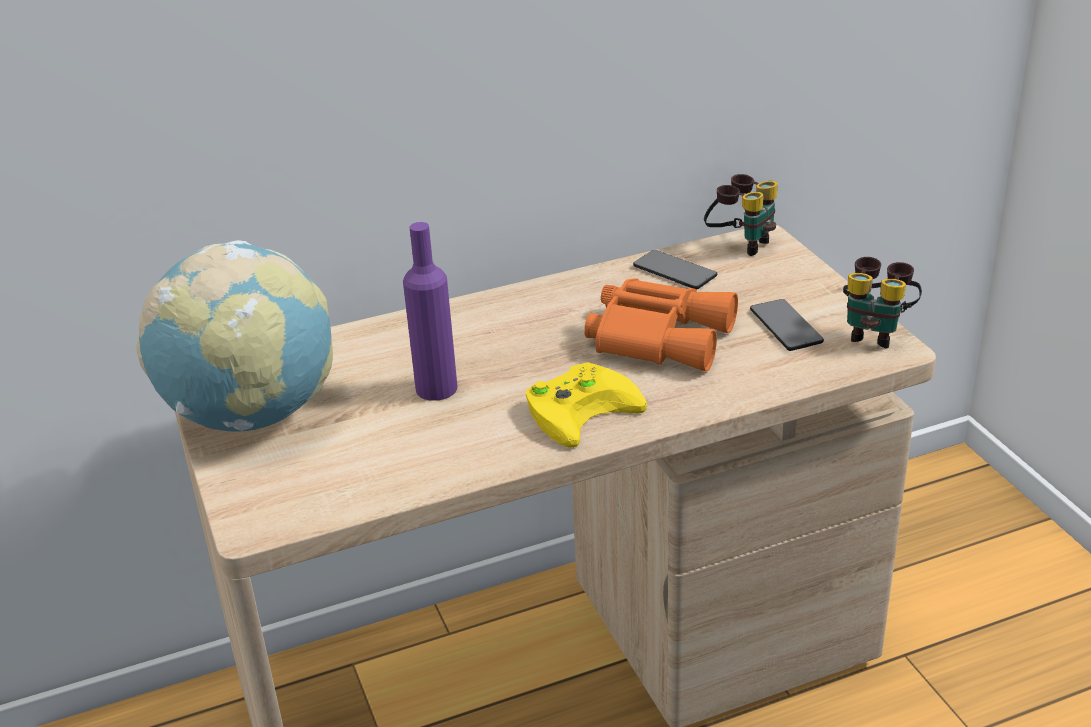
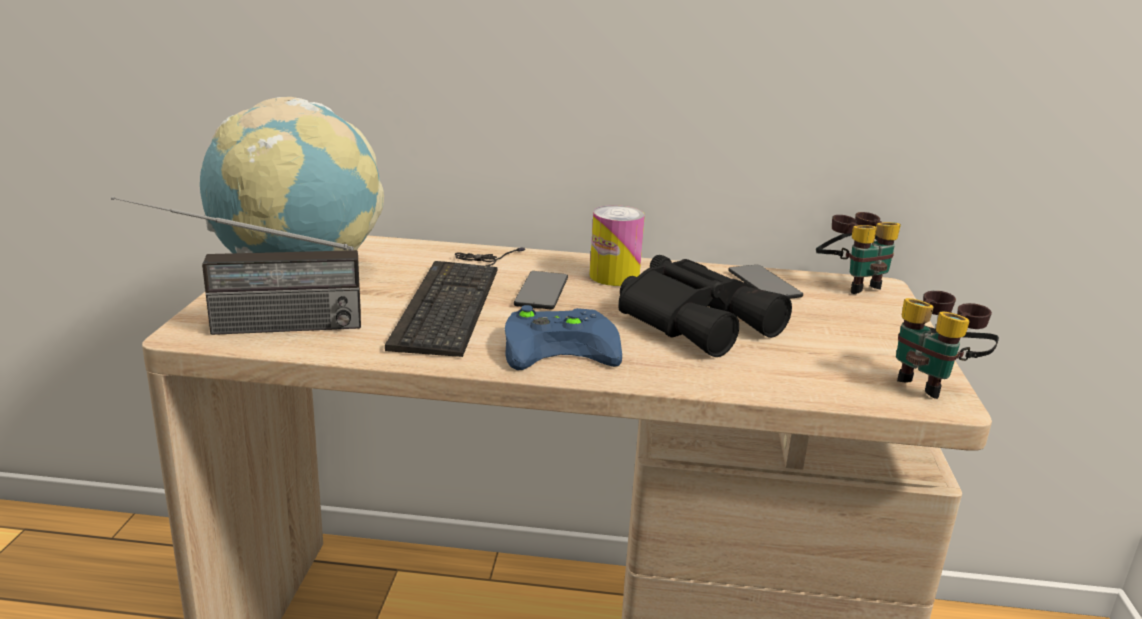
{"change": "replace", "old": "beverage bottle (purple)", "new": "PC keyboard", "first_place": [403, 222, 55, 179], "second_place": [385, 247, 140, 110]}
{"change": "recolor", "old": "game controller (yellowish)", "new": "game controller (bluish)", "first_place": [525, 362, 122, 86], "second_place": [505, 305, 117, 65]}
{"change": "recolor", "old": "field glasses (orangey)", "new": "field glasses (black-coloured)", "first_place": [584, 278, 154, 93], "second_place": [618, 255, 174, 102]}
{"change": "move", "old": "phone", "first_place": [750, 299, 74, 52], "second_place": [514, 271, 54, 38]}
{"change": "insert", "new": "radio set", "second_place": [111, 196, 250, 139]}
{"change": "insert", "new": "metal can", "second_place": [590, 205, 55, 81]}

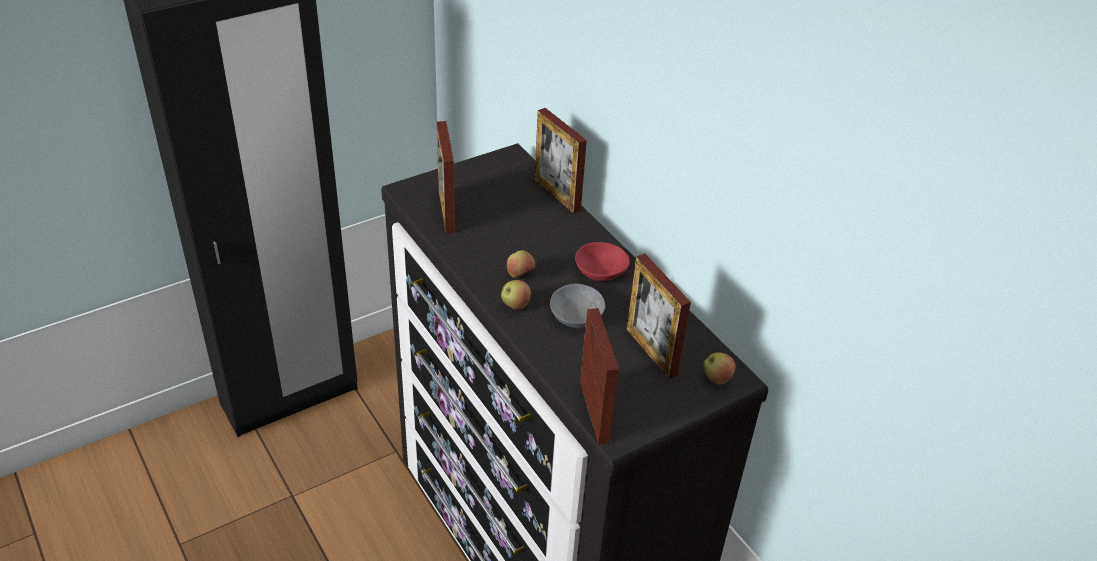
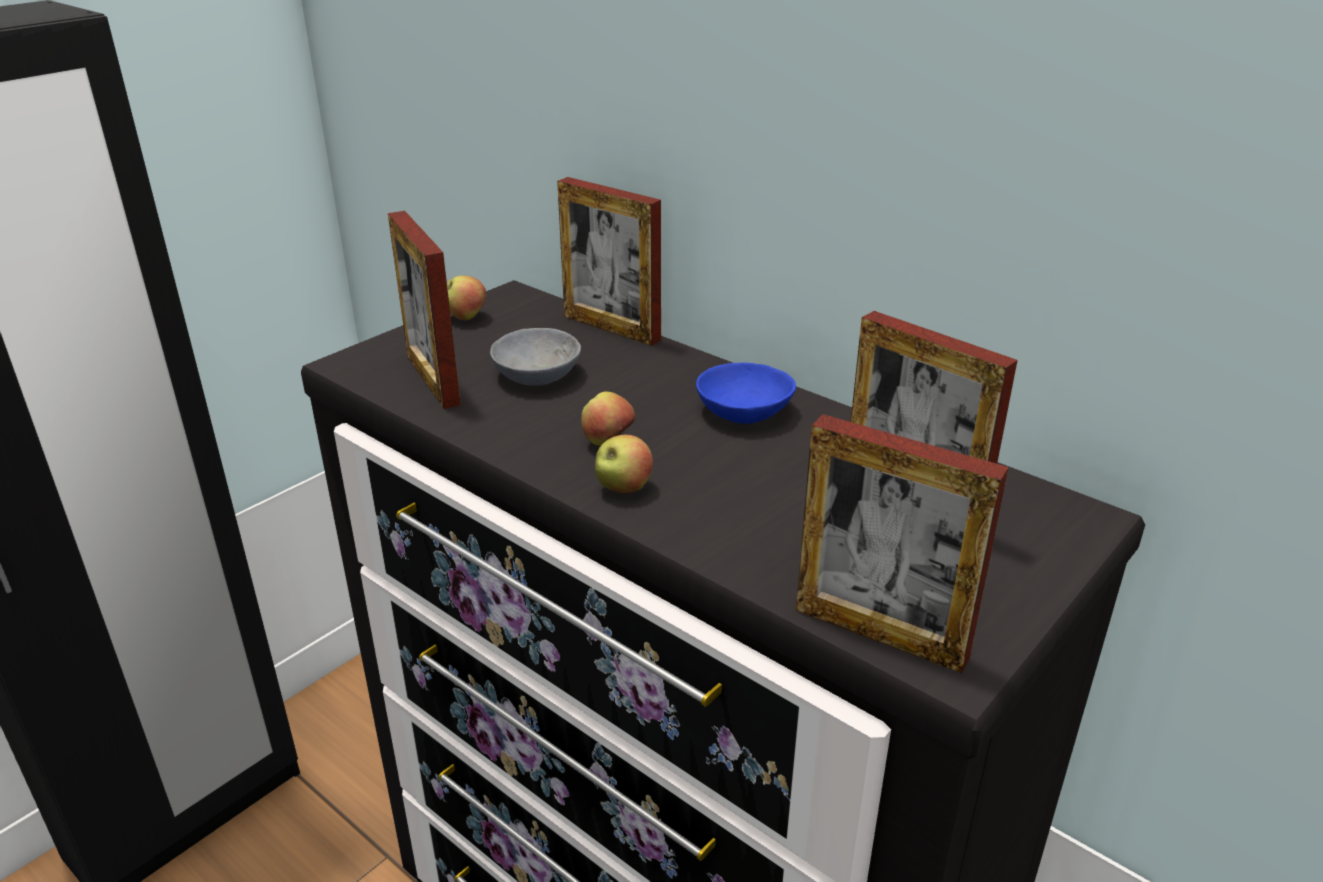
{"change": "move", "old": "deep dish (gray)", "first_place": [550, 284, 56, 44], "second_place": [490, 328, 91, 58]}
{"change": "recolor", "old": "deep dish (red-coloured)", "new": "deep dish (bluish)", "first_place": [575, 242, 55, 39], "second_place": [696, 362, 100, 62]}
{"change": "rotate", "old": "standing frame", "first_place": [580, 308, 39, 137], "second_place": [796, 414, 213, 259], "degrees": 150}
{"change": "move", "old": "whole apple", "first_place": [704, 352, 32, 33], "second_place": [447, 276, 39, 45]}

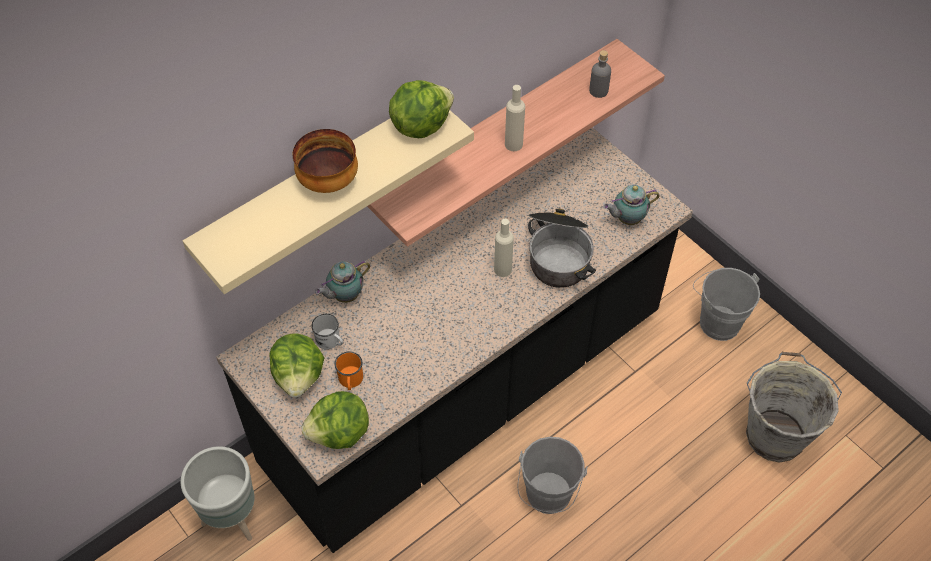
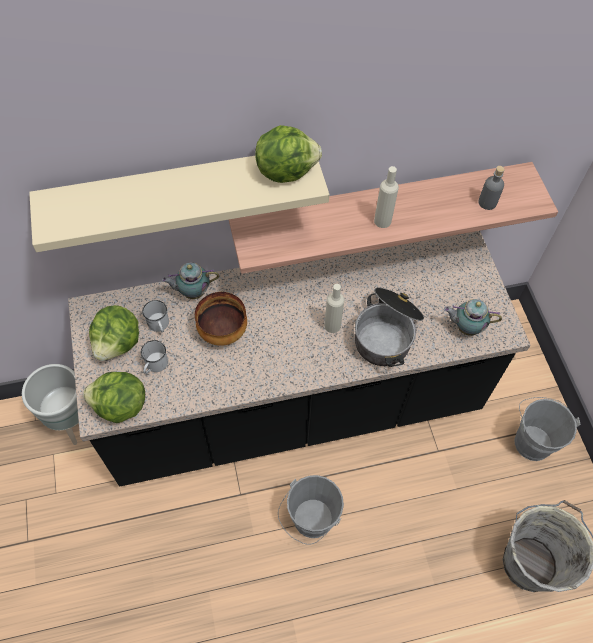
{"change": "move", "old": "deep dish", "first_place": [293, 129, 65, 64], "second_place": [195, 292, 52, 54]}
{"change": "recolor", "old": "coffee mug (orangey)", "new": "coffee mug (whitish)", "first_place": [335, 351, 28, 39], "second_place": [141, 340, 27, 34]}

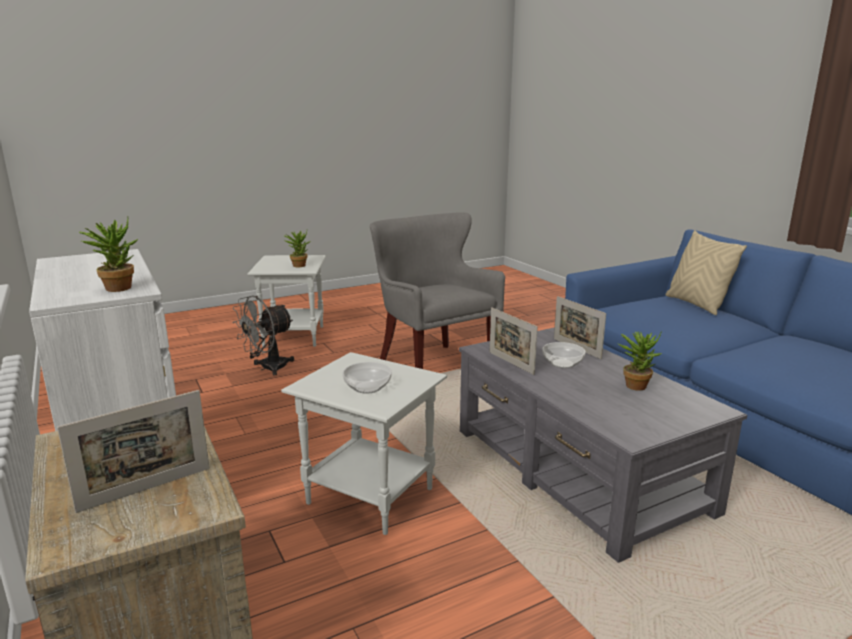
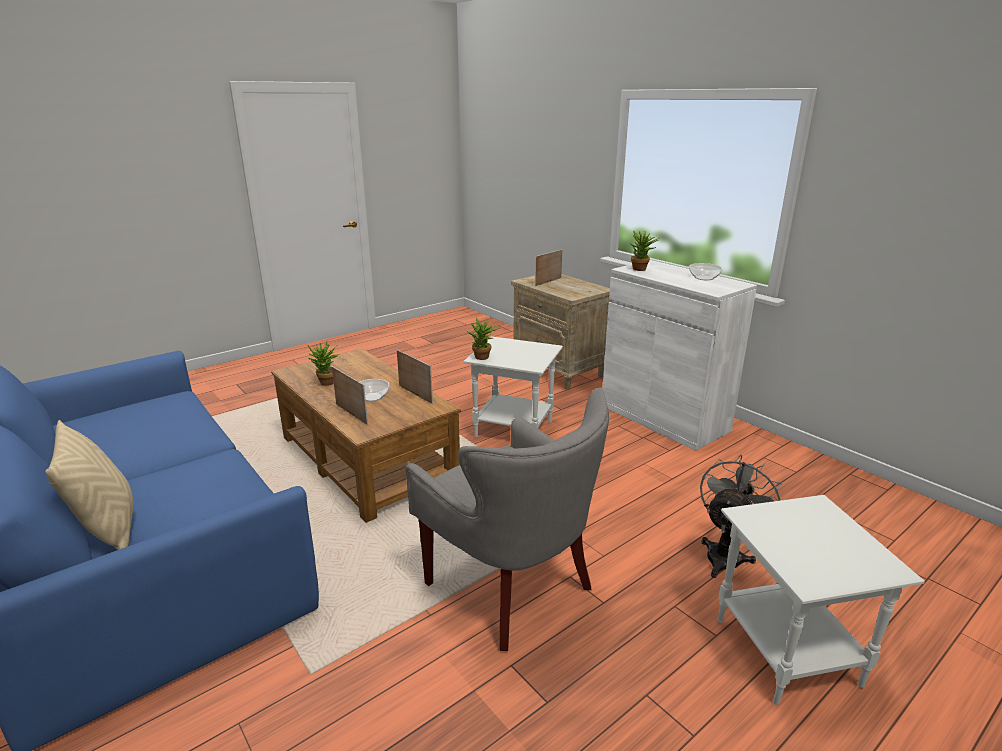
{"change": "move", "old": "potted plant", "first_place": [284, 231, 26, 36], "second_place": [468, 317, 31, 43]}
{"change": "move", "old": "deep dish", "first_place": [342, 362, 50, 32], "second_place": [689, 263, 33, 17]}
{"change": "recolor", "old": "coffee table (gray)", "new": "coffee table (brownish)", "first_place": [459, 327, 288, 236], "second_place": [271, 348, 190, 175]}

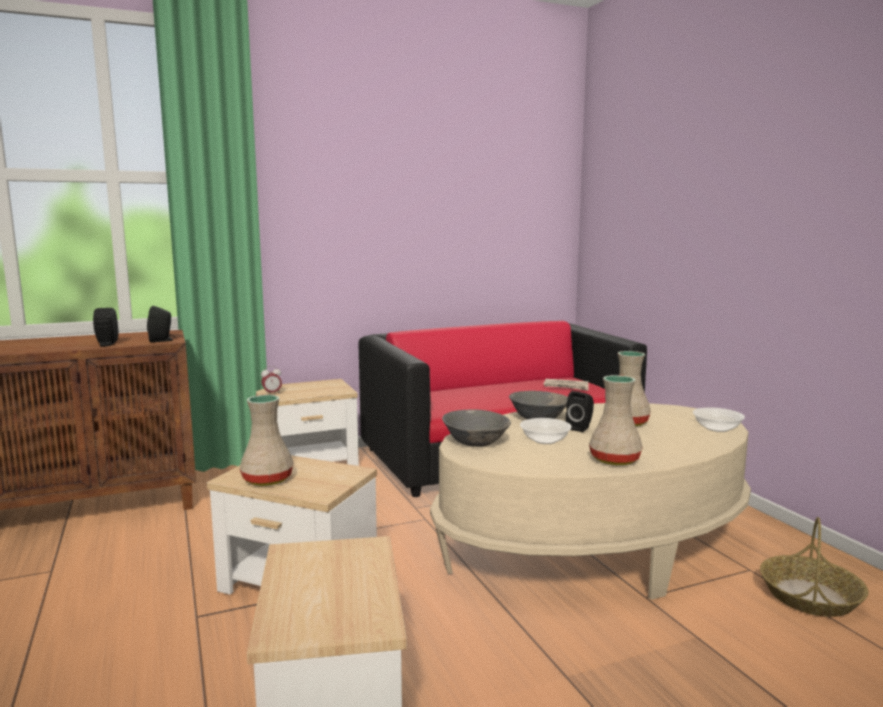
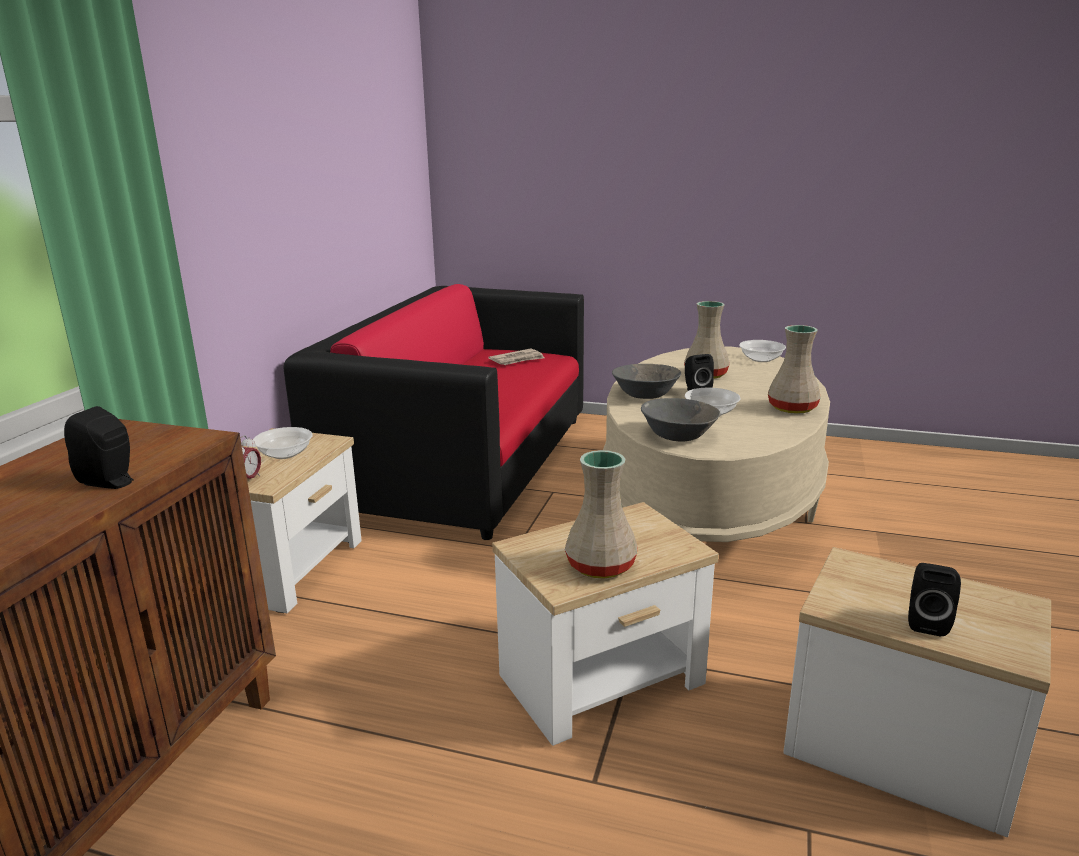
{"change": "move", "old": "audio speaker (black-coloured)", "first_place": [147, 306, 28, 36], "second_place": [908, 563, 53, 74]}
{"change": "delete", "old": "basket", "first_place": [760, 517, 108, 100]}
{"change": "insert", "new": "deep dish", "second_place": [253, 427, 60, 32]}

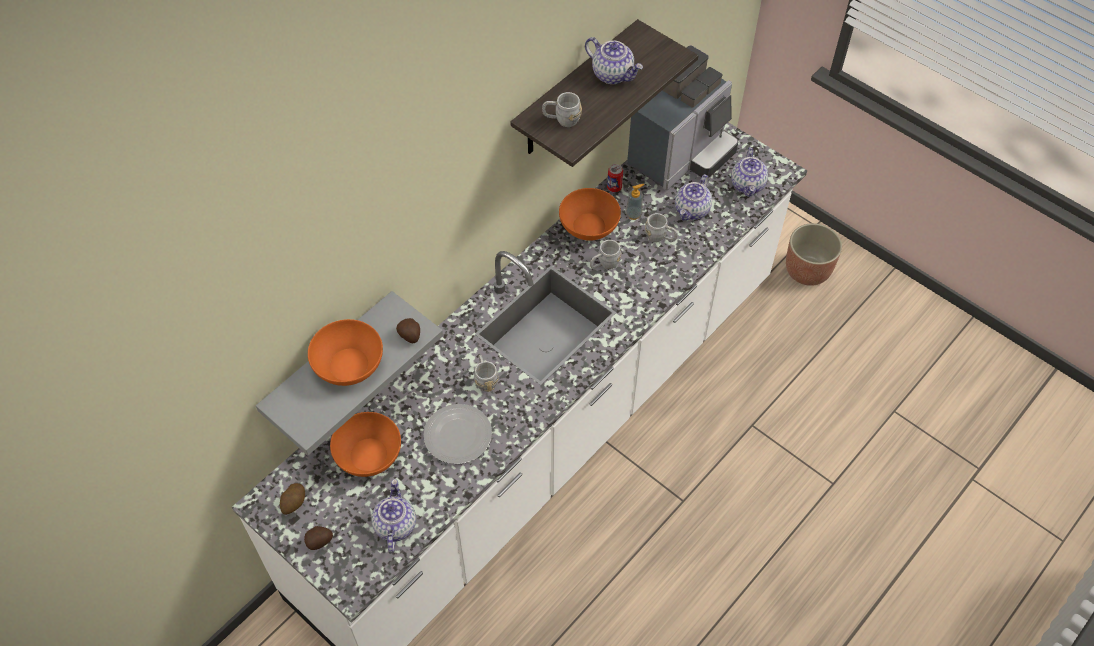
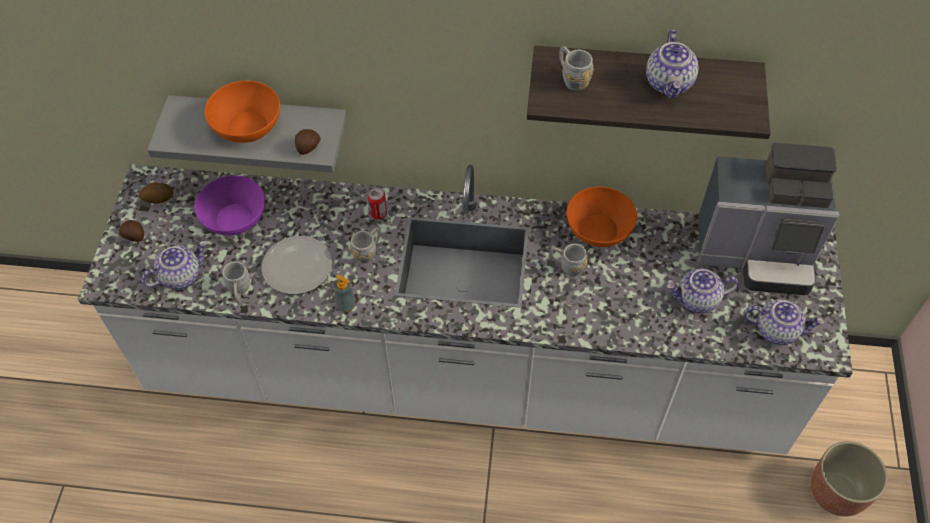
{"change": "recolor", "old": "deep dish (orangey)", "new": "deep dish (purple)", "first_place": [330, 412, 71, 65], "second_place": [195, 176, 70, 59]}
{"change": "move", "old": "metal can", "first_place": [607, 164, 16, 28], "second_place": [368, 188, 19, 31]}
{"change": "move", "old": "soap dispenser", "first_place": [626, 184, 19, 36], "second_place": [334, 274, 22, 38]}
{"change": "move", "old": "coffee mug (gray)", "first_place": [645, 213, 33, 29], "second_place": [222, 261, 28, 42]}
{"change": "rotate", "old": "pot for tea", "first_place": [731, 147, 37, 50], "second_place": [744, 299, 80, 46], "degrees": -135}

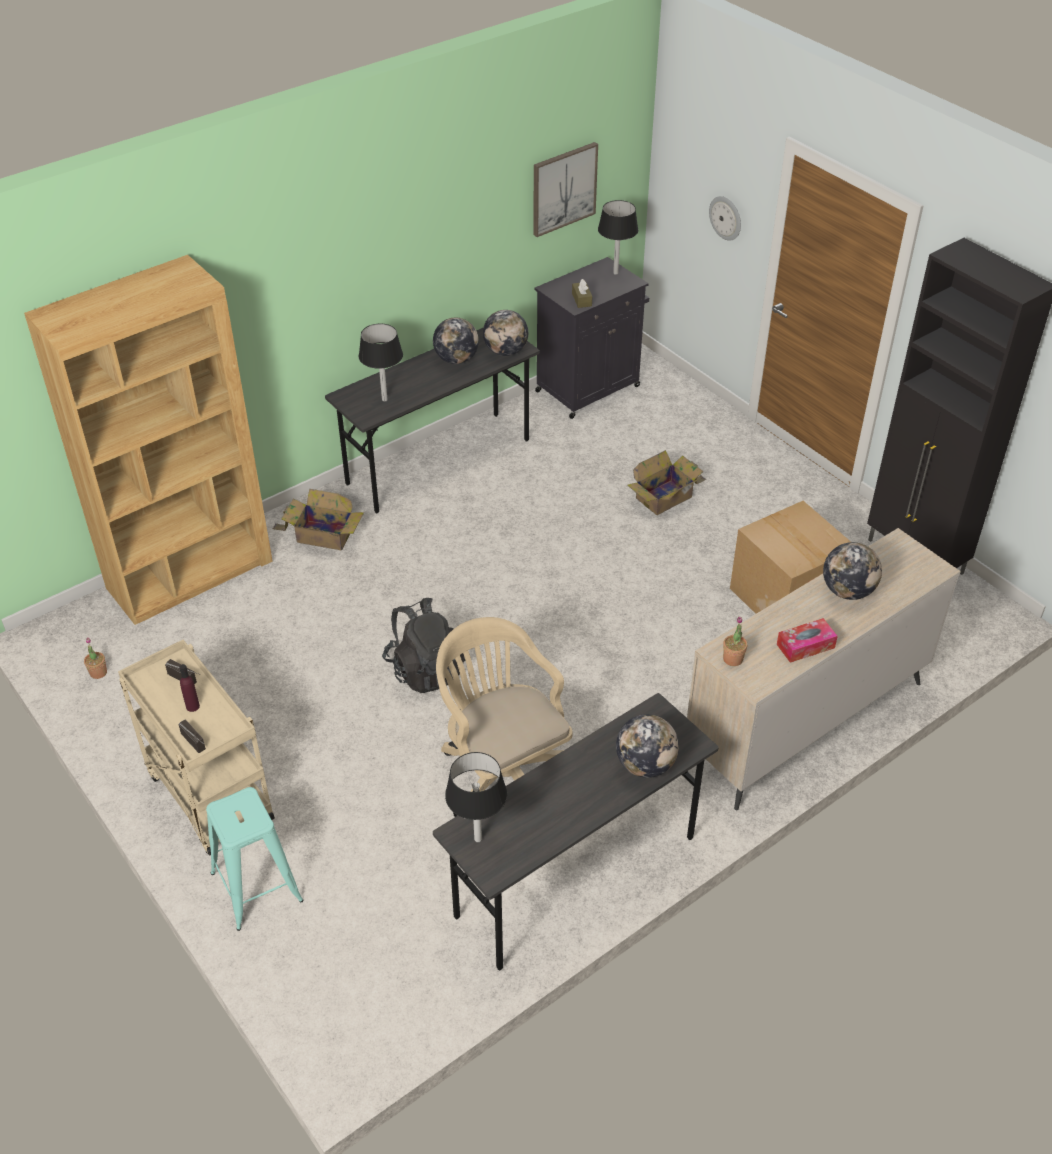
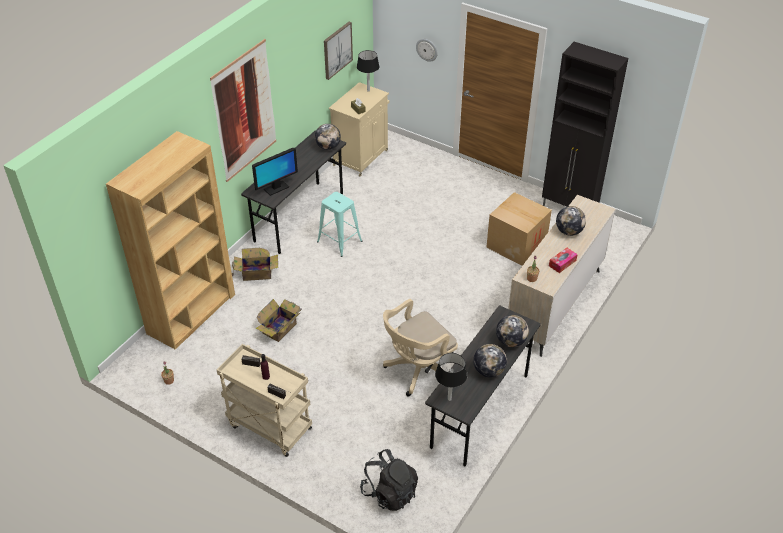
{"change": "move", "old": "stool (turquoise-coloured)", "first_place": [206, 787, 97, 144], "second_place": [317, 192, 45, 65]}
{"change": "replace", "old": "table lamp (black-coloured)", "new": "monitor", "first_place": [359, 324, 44, 78], "second_place": [252, 148, 46, 48]}
{"change": "move", "old": "knapsack (black-coloured)", "first_place": [382, 598, 83, 95], "second_place": [360, 449, 58, 62]}
{"change": "move", "old": "world globe", "first_place": [433, 318, 46, 46], "second_place": [473, 344, 34, 34]}
{"change": "rotate", "old": "desk chair (beige)", "first_place": [436, 617, 137, 200], "second_place": [383, 299, 75, 98], "degrees": -75}
{"change": "recolor", "old": "storage cabinet (black-coloured)", "new": "storage cabinet (beige)", "first_place": [534, 257, 115, 162], "second_place": [329, 82, 60, 94]}
{"change": "move", "old": "cardboard box", "first_place": [627, 450, 79, 65], "second_place": [256, 299, 46, 43]}
{"change": "insert", "new": "wall picture", "second_place": [210, 39, 66, 143]}

